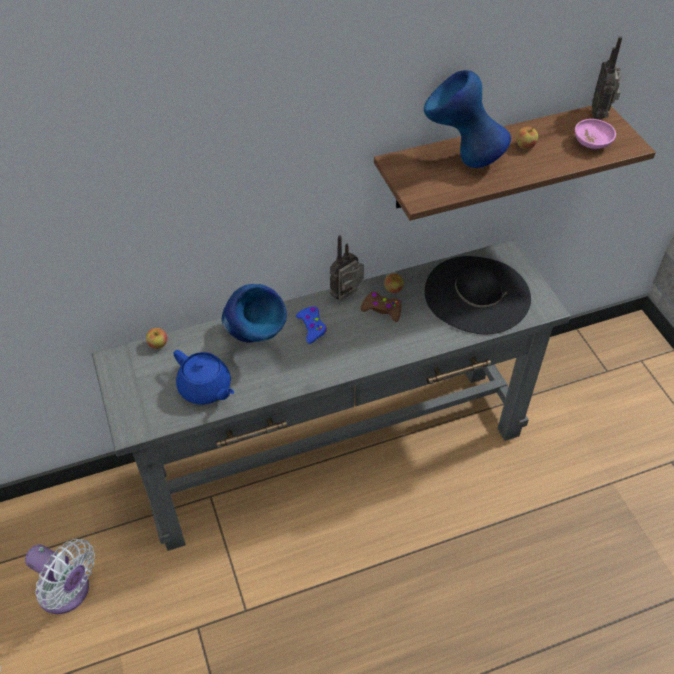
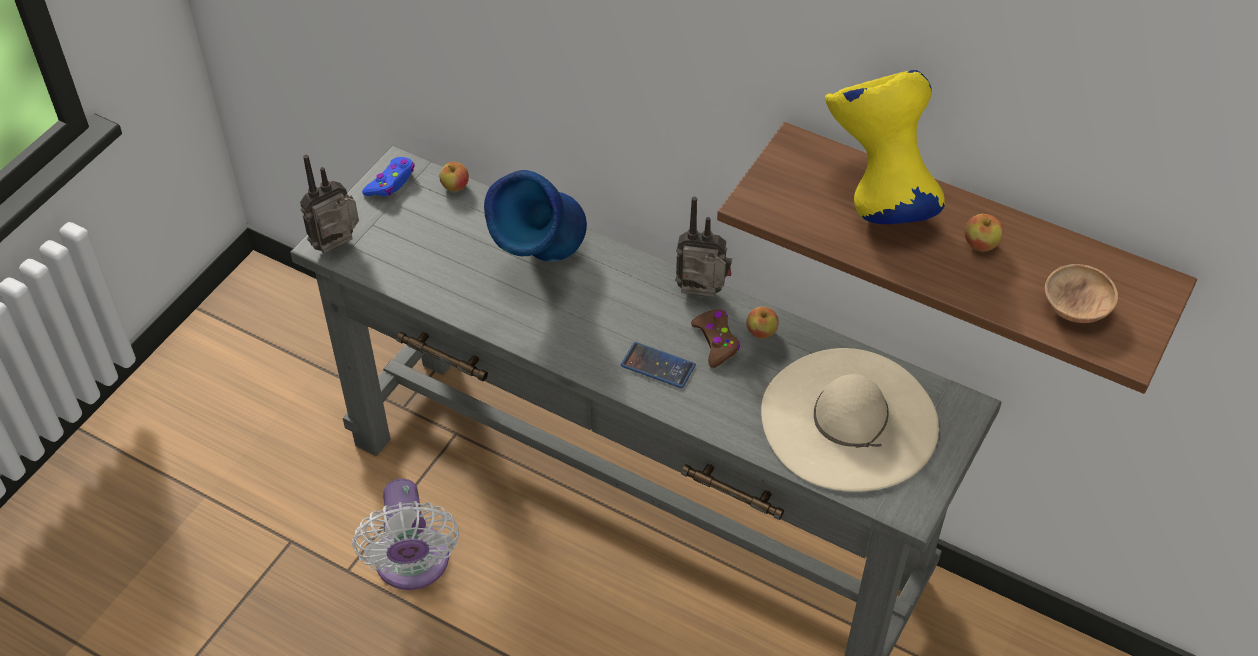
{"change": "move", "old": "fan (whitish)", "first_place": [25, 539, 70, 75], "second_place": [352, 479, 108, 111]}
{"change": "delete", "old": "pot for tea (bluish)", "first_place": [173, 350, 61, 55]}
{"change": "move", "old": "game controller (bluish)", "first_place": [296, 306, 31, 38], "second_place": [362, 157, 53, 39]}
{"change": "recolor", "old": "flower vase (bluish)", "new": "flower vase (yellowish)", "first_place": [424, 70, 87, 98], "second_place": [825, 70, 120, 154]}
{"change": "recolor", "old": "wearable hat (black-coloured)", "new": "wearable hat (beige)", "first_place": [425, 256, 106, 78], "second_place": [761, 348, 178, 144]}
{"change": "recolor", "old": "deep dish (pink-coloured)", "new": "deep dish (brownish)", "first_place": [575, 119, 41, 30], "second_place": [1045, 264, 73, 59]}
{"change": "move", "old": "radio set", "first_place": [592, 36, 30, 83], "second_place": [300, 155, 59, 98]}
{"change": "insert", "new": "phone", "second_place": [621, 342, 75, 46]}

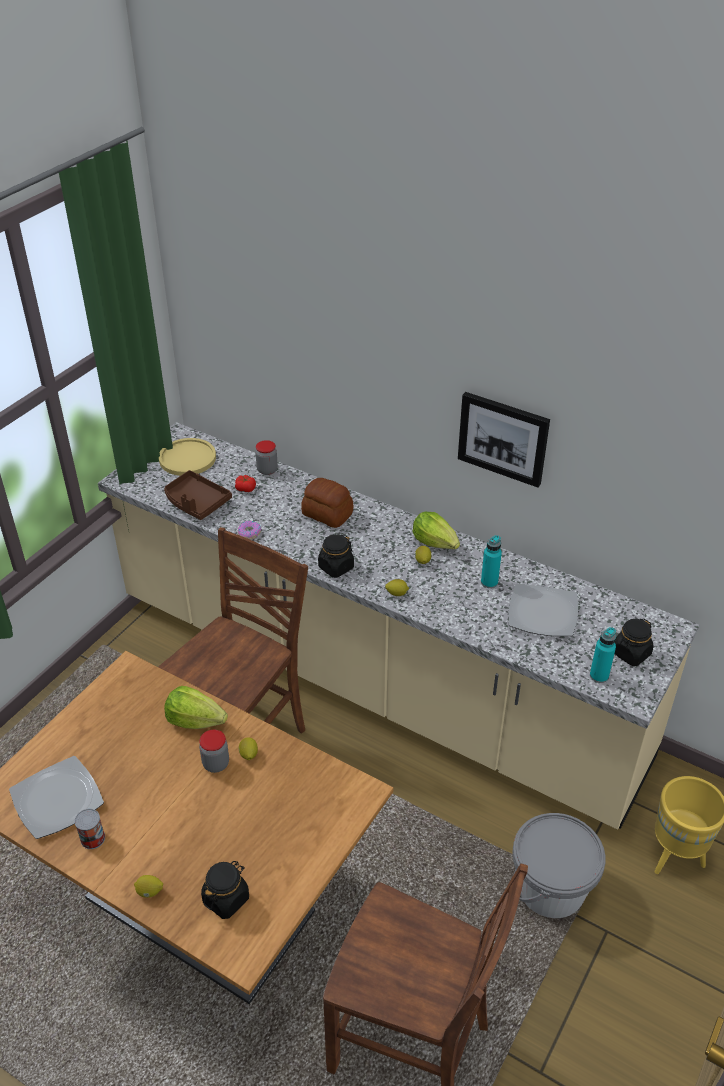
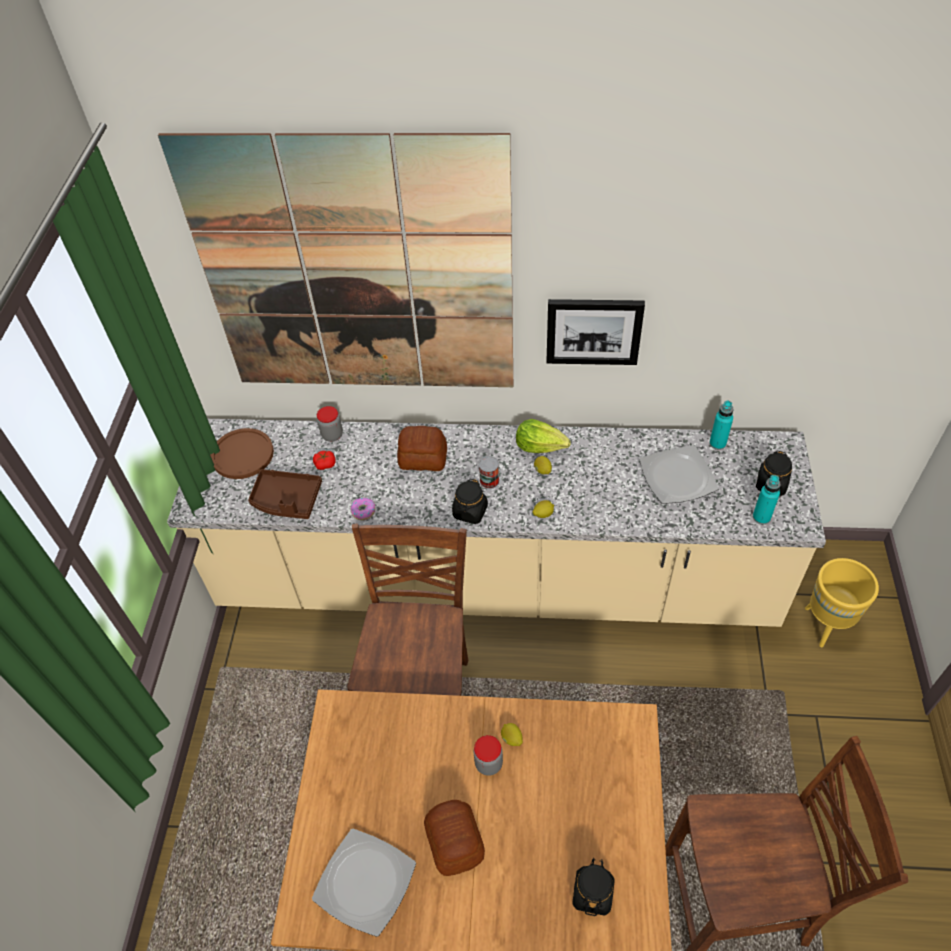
{"change": "move", "old": "metal can", "first_place": [74, 809, 31, 40], "second_place": [479, 456, 20, 33]}
{"change": "delete", "old": "citrus fruit", "first_place": [134, 875, 29, 23]}
{"change": "recolor", "old": "plate (yellowish)", "new": "plate (brownish)", "first_place": [159, 438, 57, 38], "second_place": [210, 428, 64, 51]}
{"change": "delete", "old": "head of lettuce", "first_place": [164, 686, 64, 43]}
{"change": "move", "old": "beverage bottle (turquoise-coloured)", "first_place": [481, 535, 21, 53], "second_place": [709, 401, 24, 49]}
{"change": "delete", "old": "water bucket (gray)", "first_place": [512, 813, 94, 105]}
{"change": "insert", "new": "wall picture", "second_place": [158, 133, 355, 254]}
{"change": "insert", "new": "bakery bread", "second_place": [424, 800, 61, 76]}

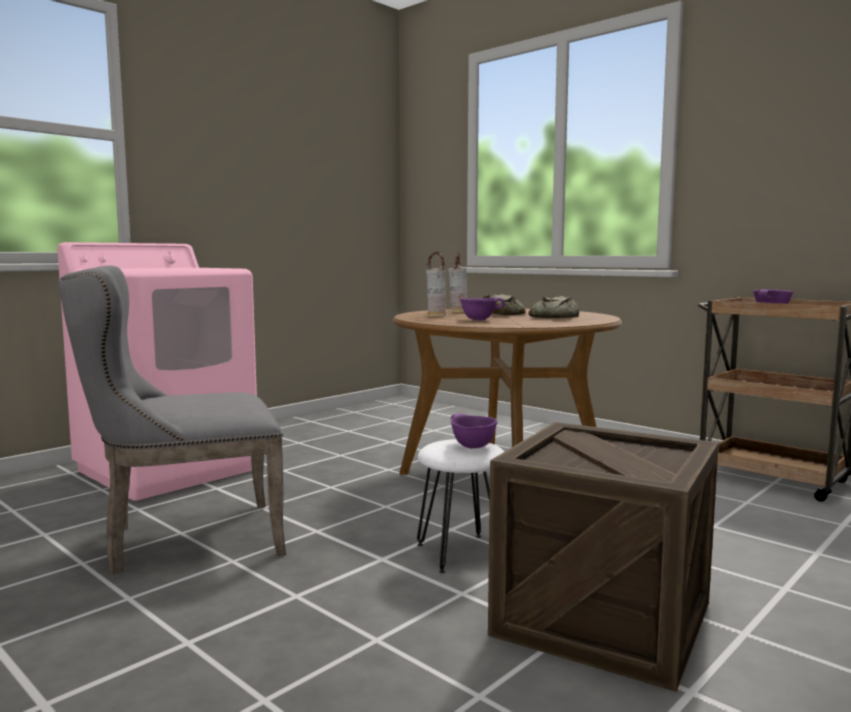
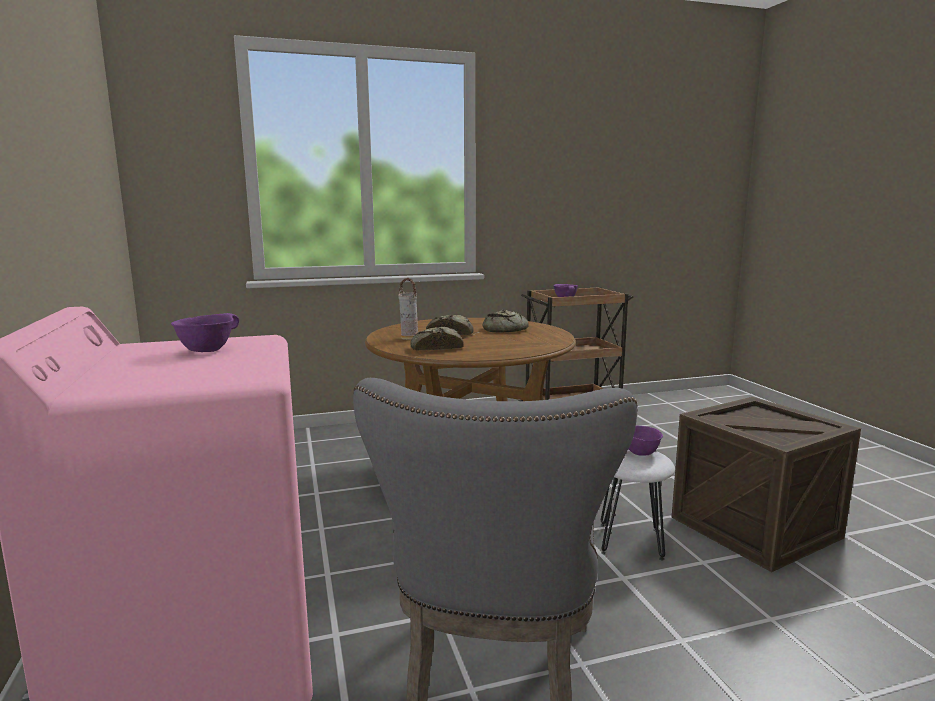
{"change": "replace", "old": "flower vase", "new": "bakery bread", "first_place": [426, 251, 20, 66], "second_place": [411, 327, 53, 23]}
{"change": "move", "old": "deep dish (purple)", "first_place": [460, 297, 45, 24], "second_place": [171, 313, 68, 39]}

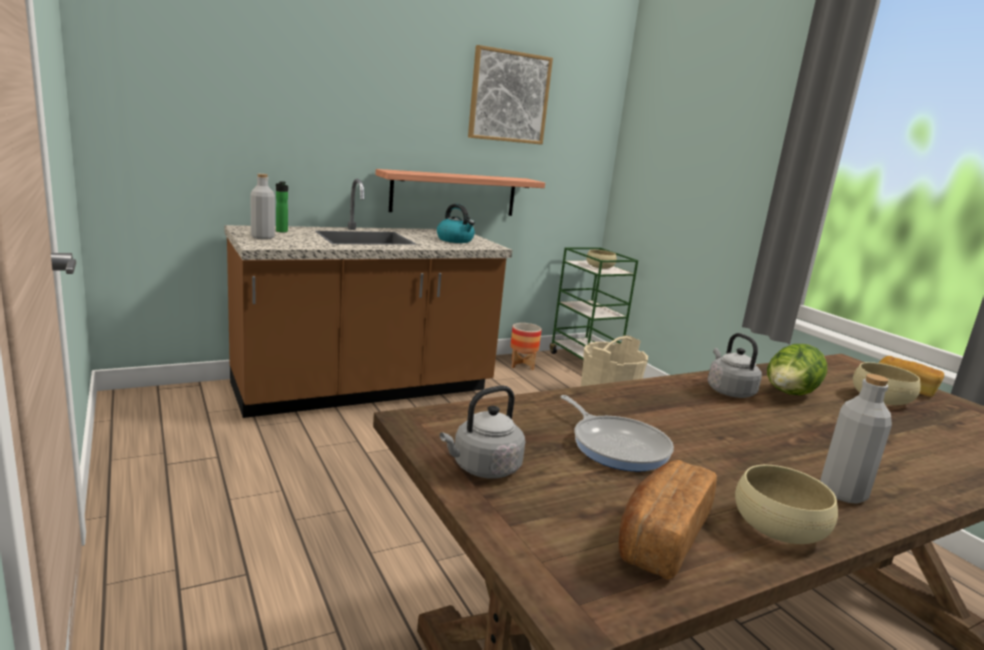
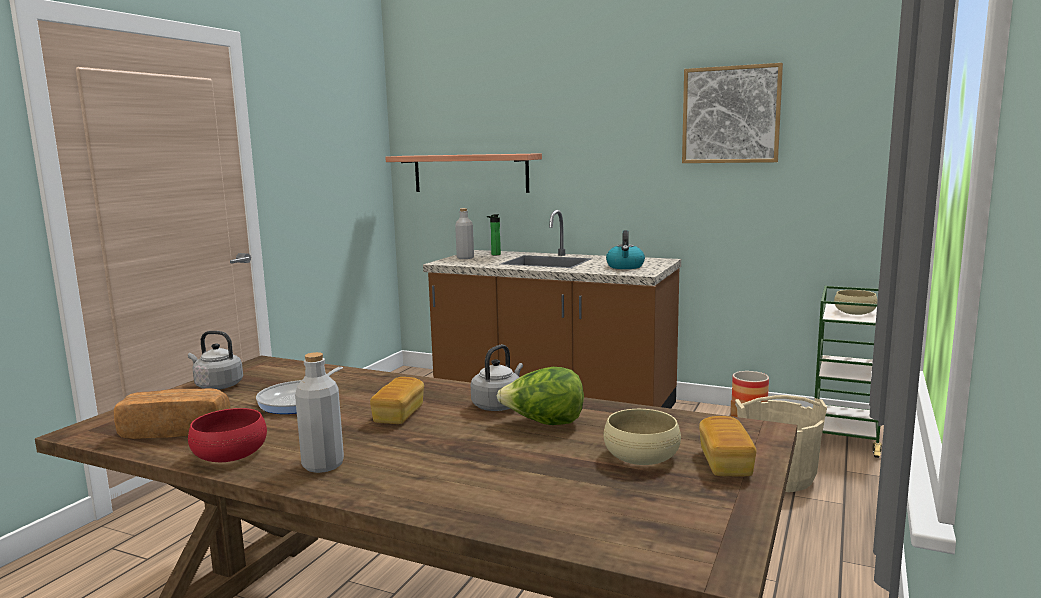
{"change": "move", "old": "shelf", "first_place": [375, 169, 170, 47], "second_place": [385, 153, 157, 40]}
{"change": "recolor", "old": "deep dish (beige)", "new": "deep dish (red-coloured)", "first_place": [735, 465, 103, 79], "second_place": [188, 408, 79, 54]}
{"change": "insert", "new": "bakery bread", "second_place": [370, 377, 54, 47]}

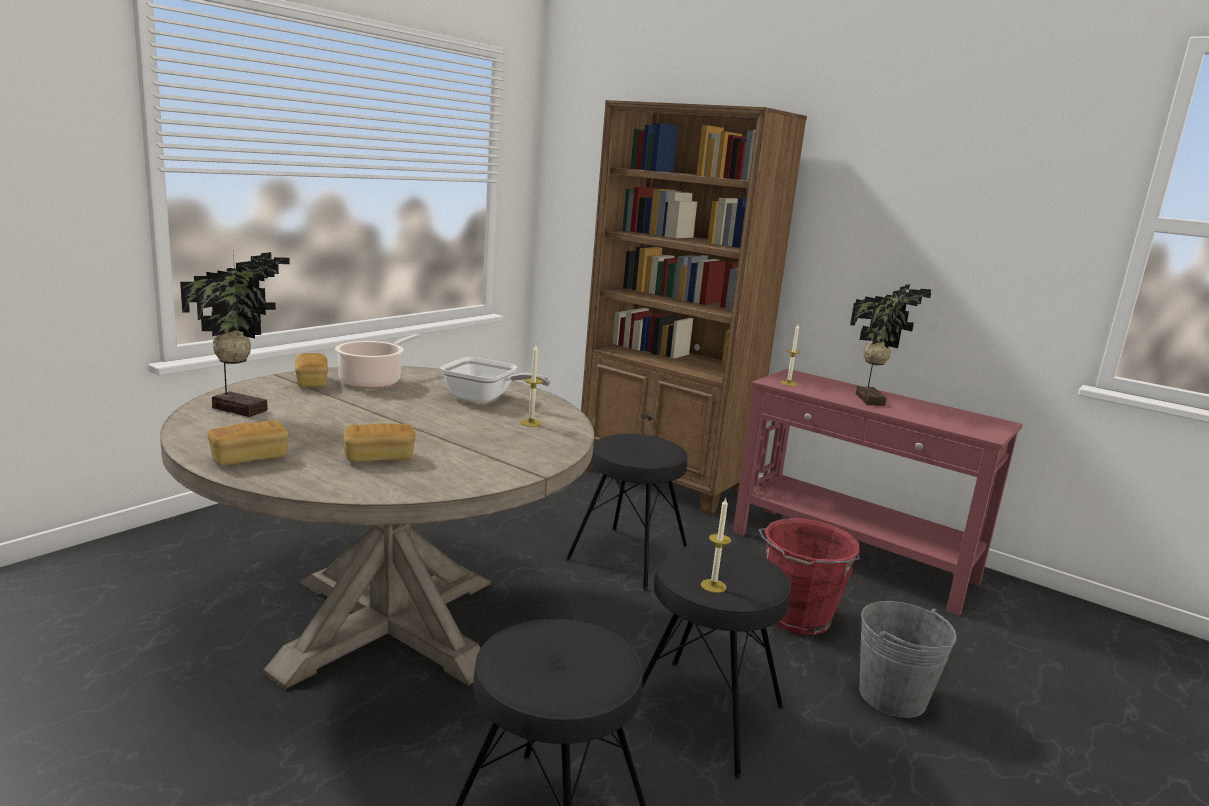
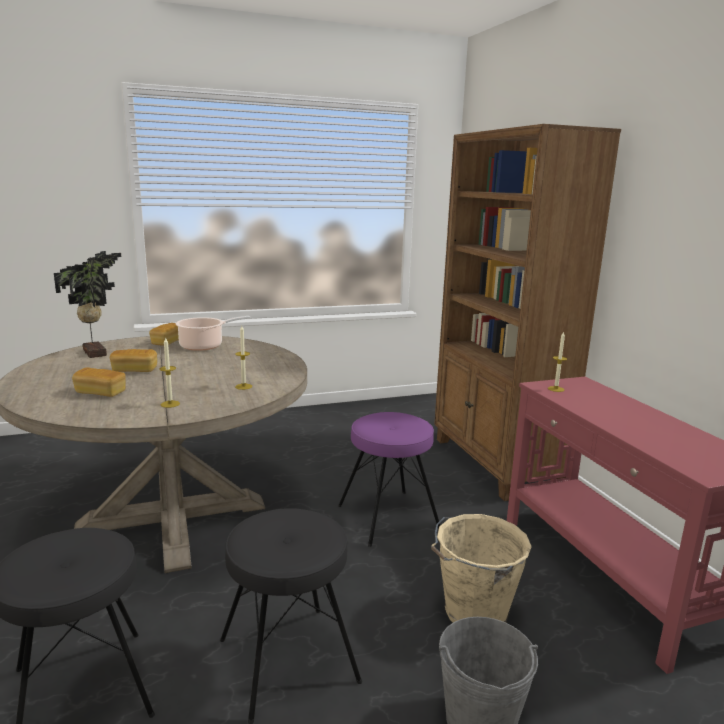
{"change": "move", "old": "bakery bread", "first_place": [208, 420, 80, 46], "second_place": [110, 349, 47, 23]}
{"change": "delete", "old": "pan", "first_place": [440, 357, 111, 46]}
{"change": "recolor", "old": "stool (black-coloured)", "new": "stool (purple)", "first_place": [566, 434, 122, 156], "second_place": [338, 412, 103, 135]}
{"change": "move", "old": "candle", "first_place": [701, 498, 30, 95], "second_place": [159, 337, 21, 71]}
{"change": "recolor", "old": "water bucket (red-coloured)", "new": "water bucket (beige)", "first_place": [759, 518, 101, 117], "second_place": [431, 514, 101, 109]}
{"change": "delete", "old": "potted plant", "first_place": [850, 284, 81, 122]}

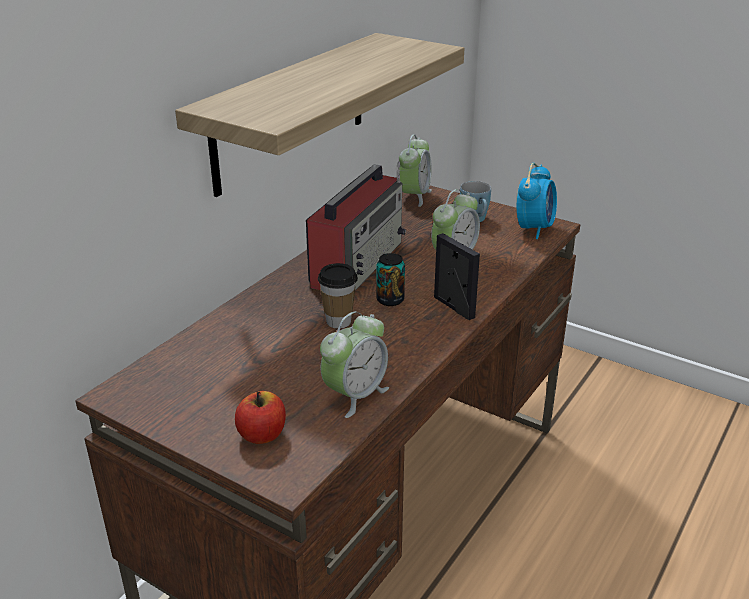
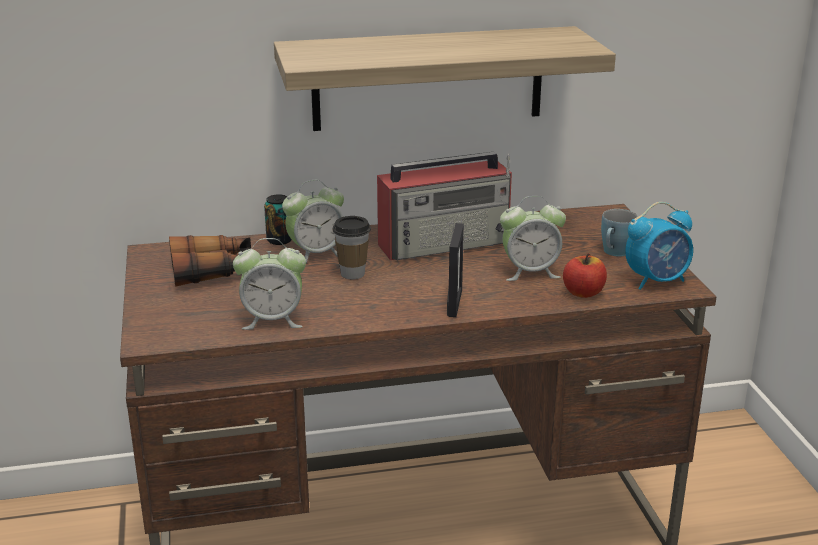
{"change": "move", "old": "whole apple", "first_place": [235, 391, 51, 53], "second_place": [563, 253, 44, 45]}
{"change": "move", "old": "metal can", "first_place": [377, 253, 28, 53], "second_place": [264, 194, 28, 51]}
{"change": "move", "old": "table clock", "first_place": [399, 134, 33, 73], "second_place": [282, 180, 62, 83]}
{"change": "insert", "new": "field glasses", "second_place": [169, 235, 82, 52]}

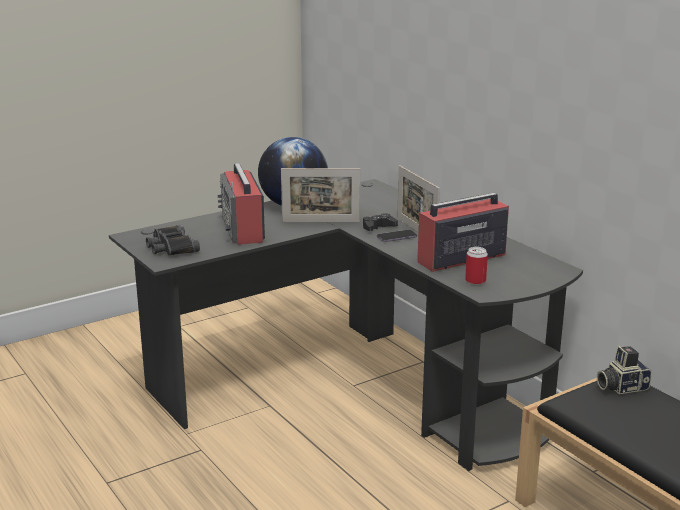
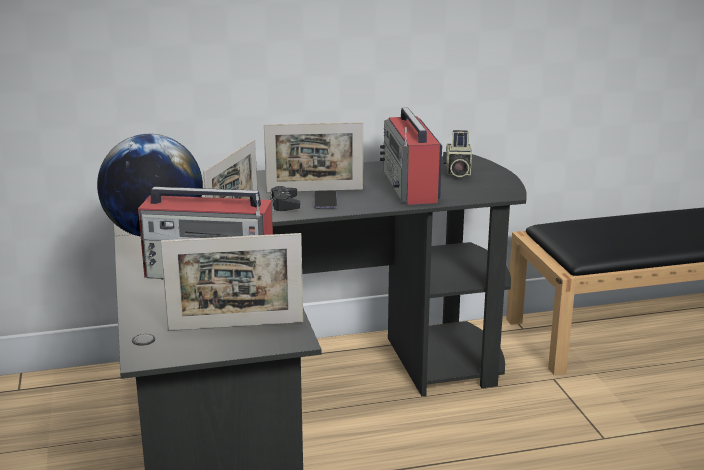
{"change": "replace", "old": "field glasses (black-coloured)", "new": "standing frame", "first_place": [146, 225, 54, 31], "second_place": [161, 233, 142, 98]}
{"change": "delete", "old": "metal can", "first_place": [465, 247, 23, 38]}
{"change": "move", "old": "photo camera", "first_place": [597, 346, 55, 49], "second_place": [443, 130, 29, 47]}

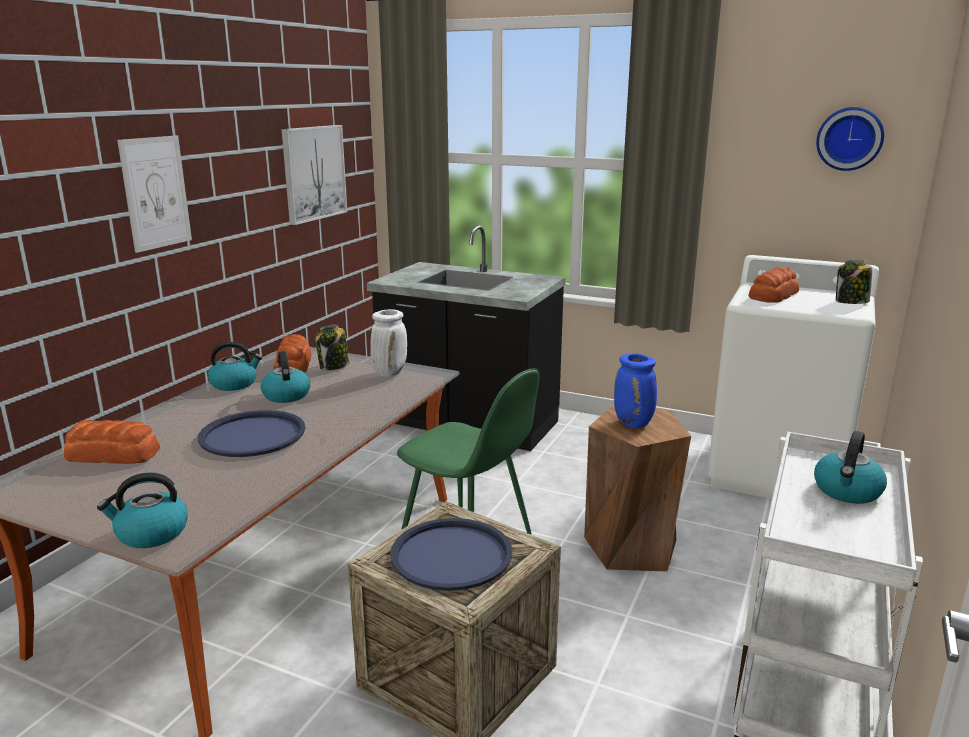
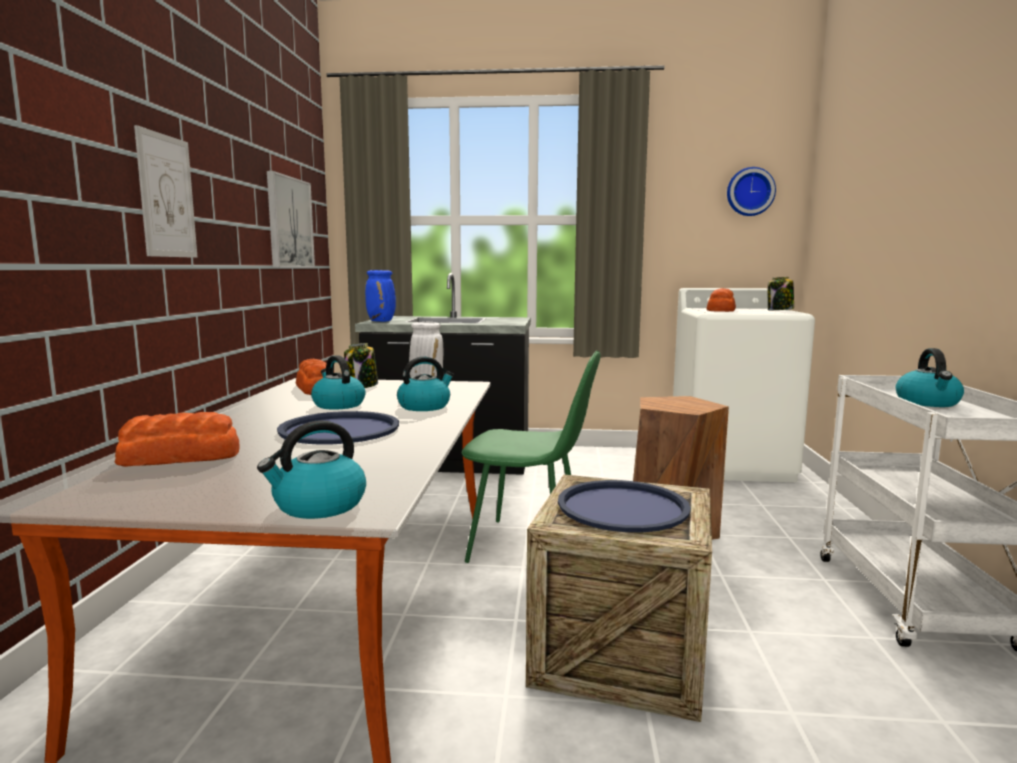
{"change": "move", "old": "water kettle", "first_place": [208, 342, 54, 49], "second_place": [397, 357, 57, 54]}
{"change": "move", "old": "flower vase (bluish)", "first_place": [614, 353, 43, 75], "second_place": [365, 270, 31, 52]}

